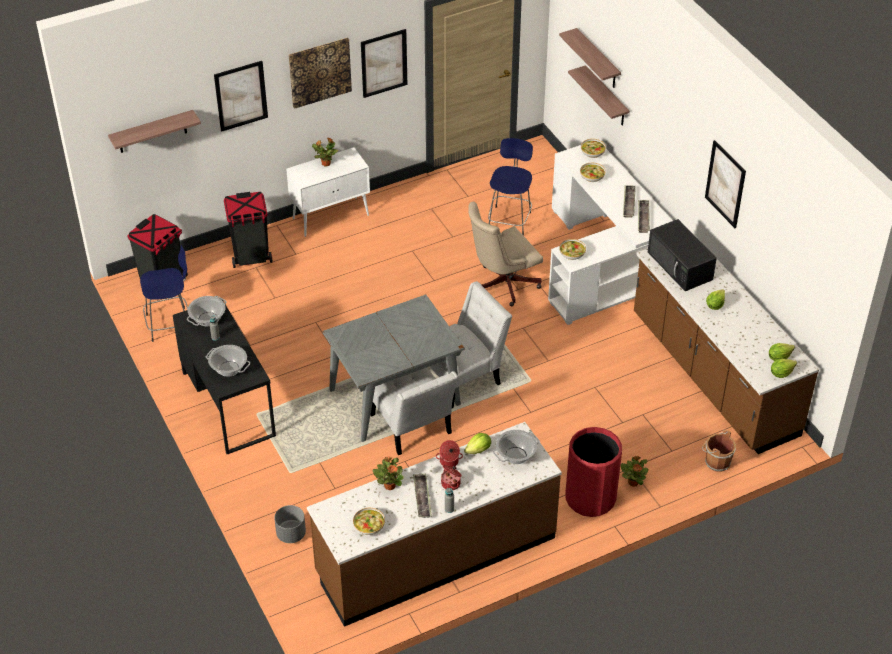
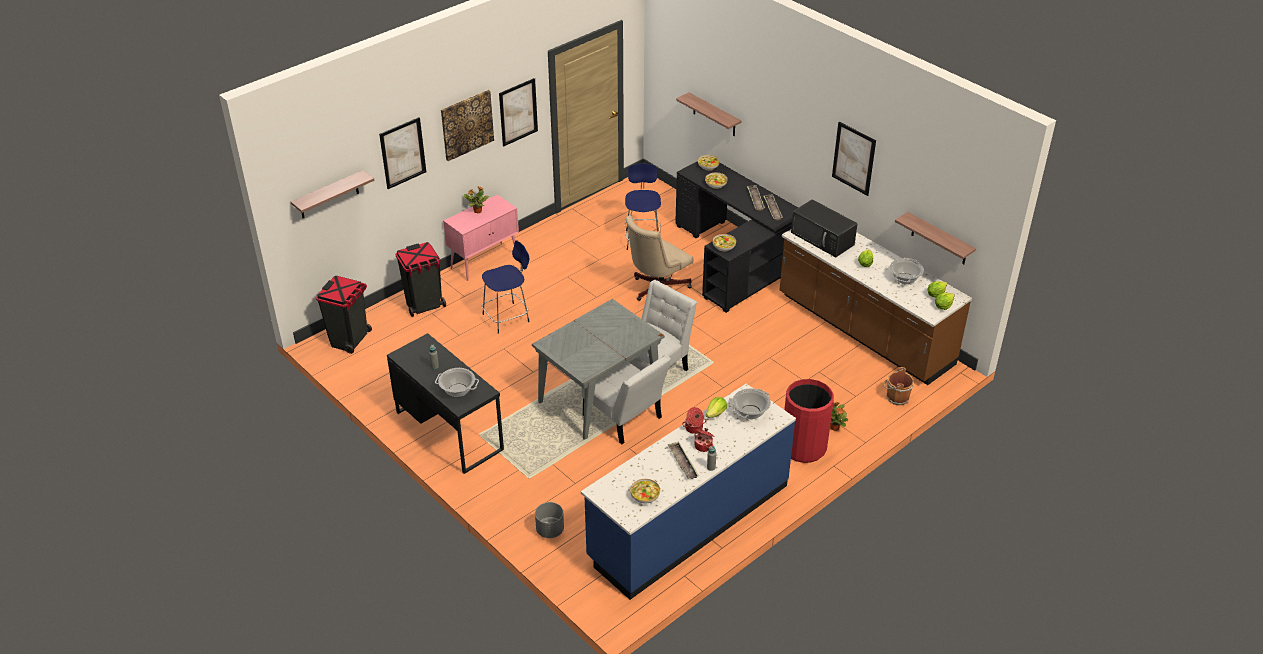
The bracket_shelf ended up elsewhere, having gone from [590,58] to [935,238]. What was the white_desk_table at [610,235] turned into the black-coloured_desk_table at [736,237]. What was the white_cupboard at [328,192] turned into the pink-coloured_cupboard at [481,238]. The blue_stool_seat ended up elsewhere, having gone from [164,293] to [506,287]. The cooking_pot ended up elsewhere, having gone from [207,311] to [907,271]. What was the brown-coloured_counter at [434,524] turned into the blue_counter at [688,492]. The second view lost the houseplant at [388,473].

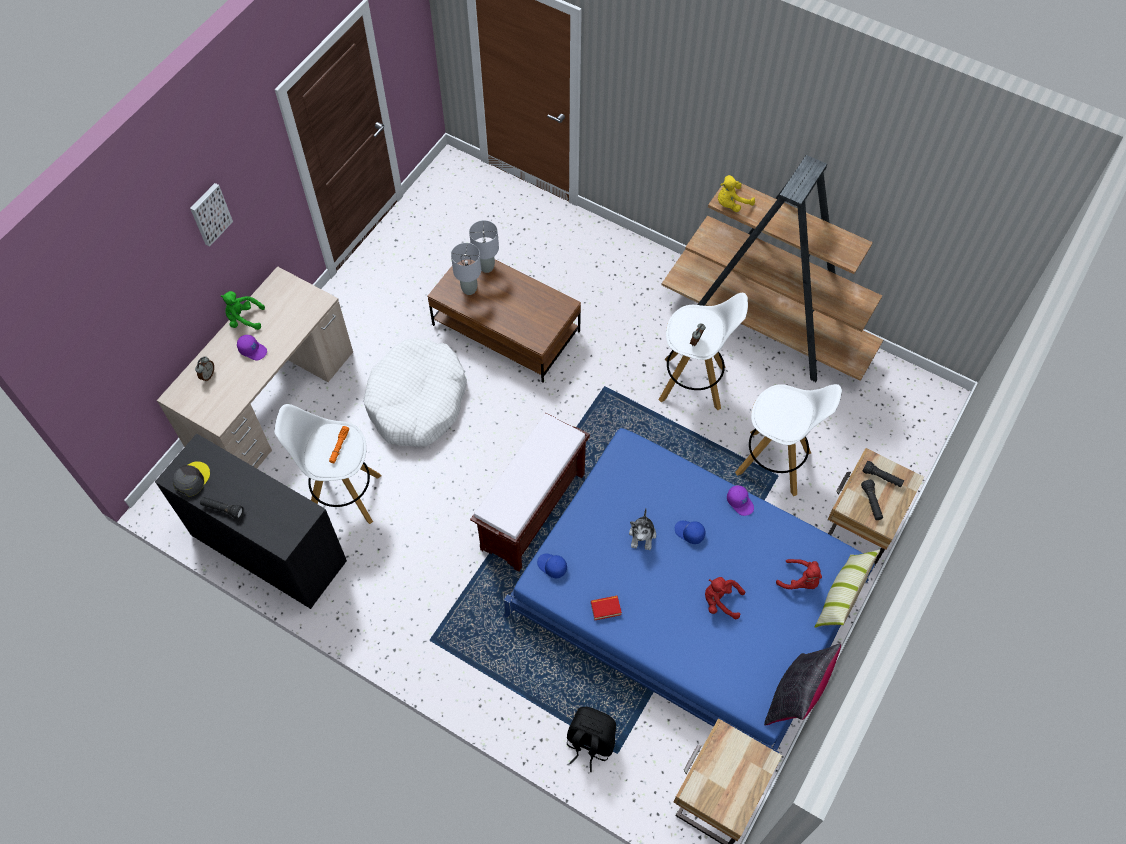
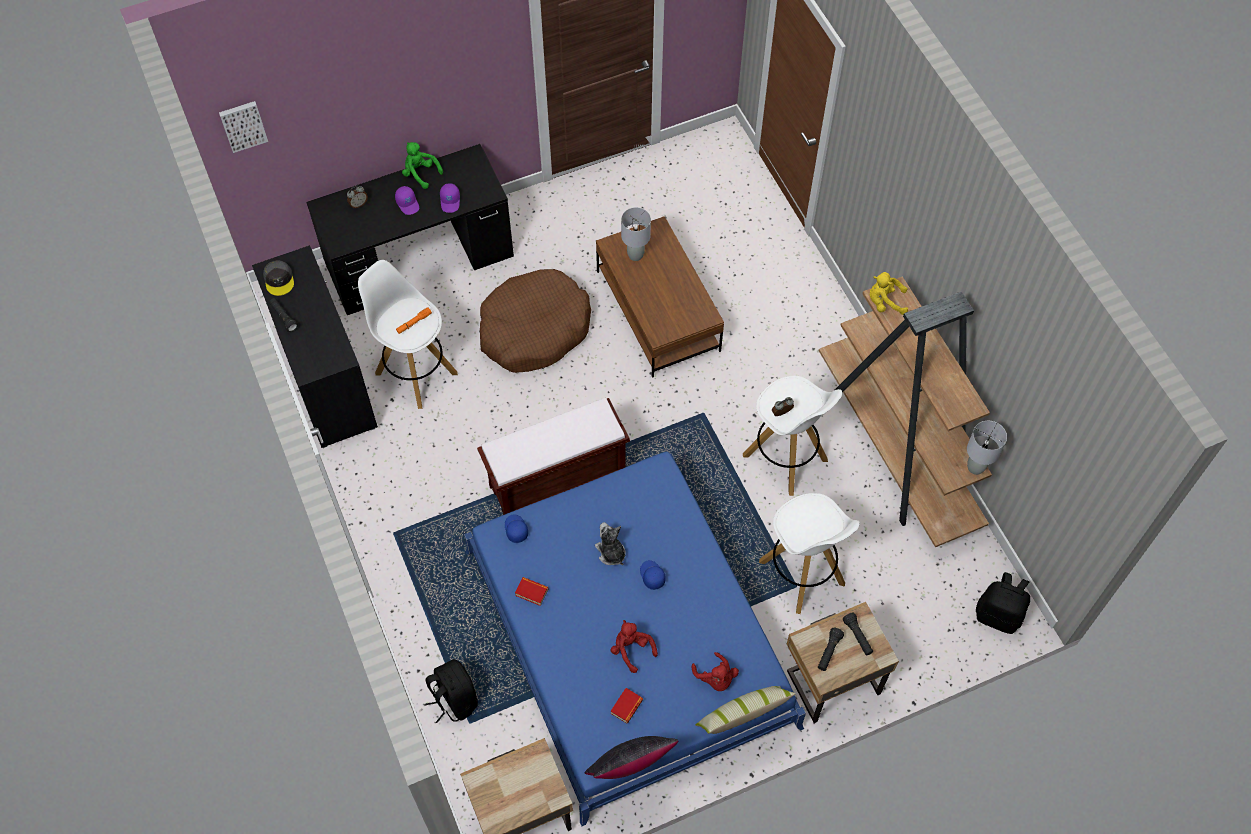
The wall_art ended up elsewhere, having gone from [211,215] to [243,127]. The gray_lamp_for_a_table ended up elsewhere, having gone from [484,246] to [987,448]. What was the beige-coloured_desk_table at [255,367] turned into the black-coloured_desk_table at [410,229]. What was the white_dog_bed at [415,393] turned into the brown-coloured_dog_bed at [535,321]. The gray_cap at [191,479] ended up facing another way, 105 degrees clockwise from before. The purple-coloured_cap ended up elsewhere, having gone from [740,500] to [450,198]. The plush_toy at [642,529] ended up facing another way, 105 degrees clockwise from before. The second view gained the black-coloured_knapsack at [1003,603]. The second view gained the bound_book at [627,706].

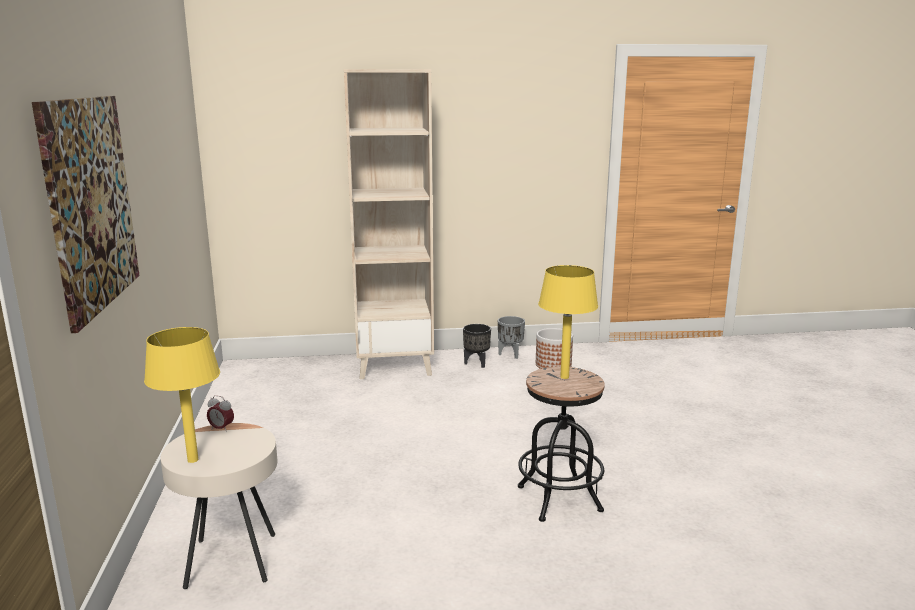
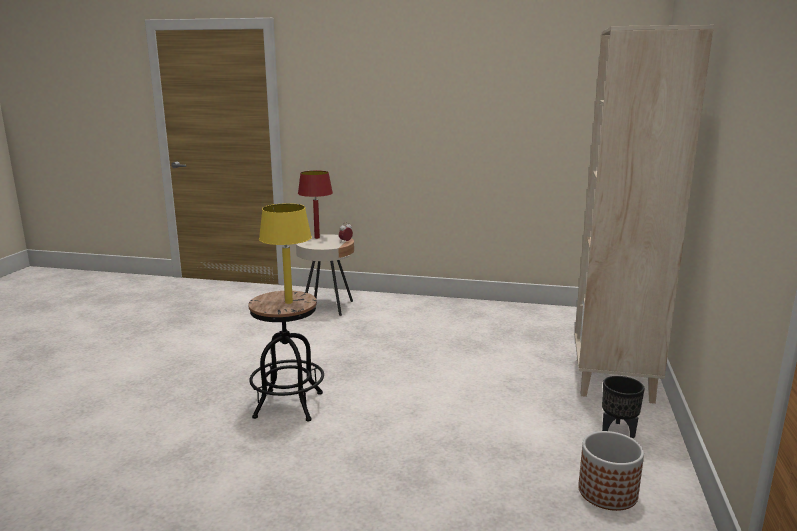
The second view lost the wall_art at [86,214]. The second view lost the gray_flower_pot at [511,337]. What was the yellowish_lamp_for_a_table at [182,395] turned into the reddish_lamp_for_a_table at [315,205].

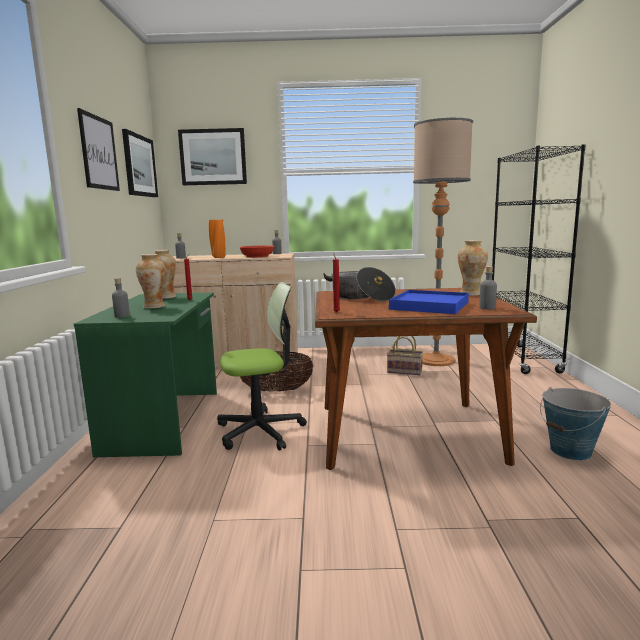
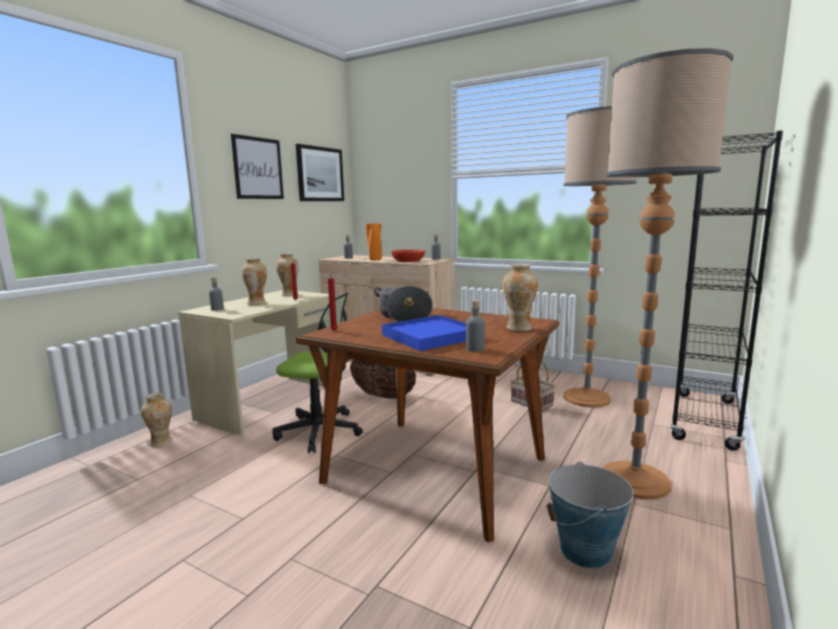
The second view lost the wall_art at [212,156]. What was the greenish_desk_table at [145,374] turned into the beige-coloured_desk_table at [253,363]. The second view gained the standing_lamp at [667,274]. The second view gained the vase at [157,420].

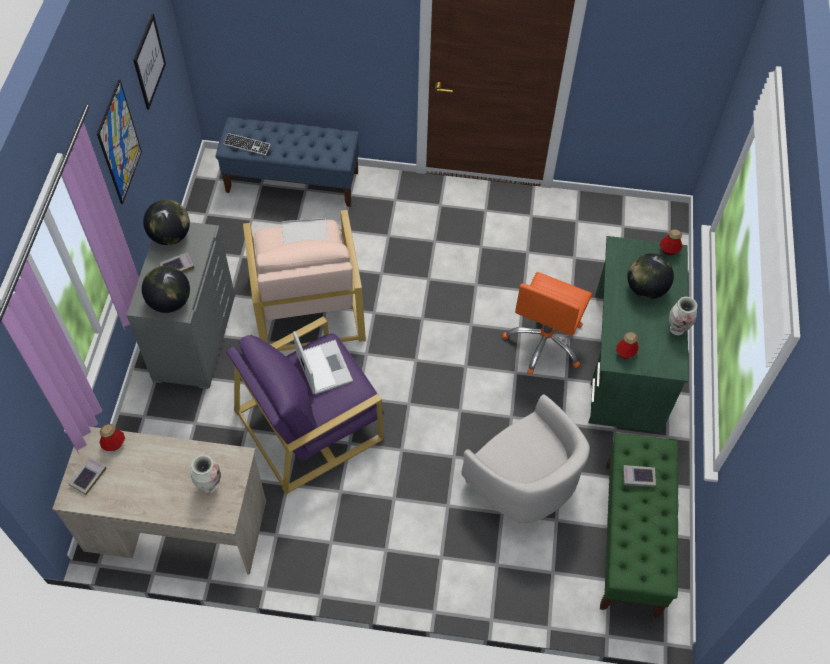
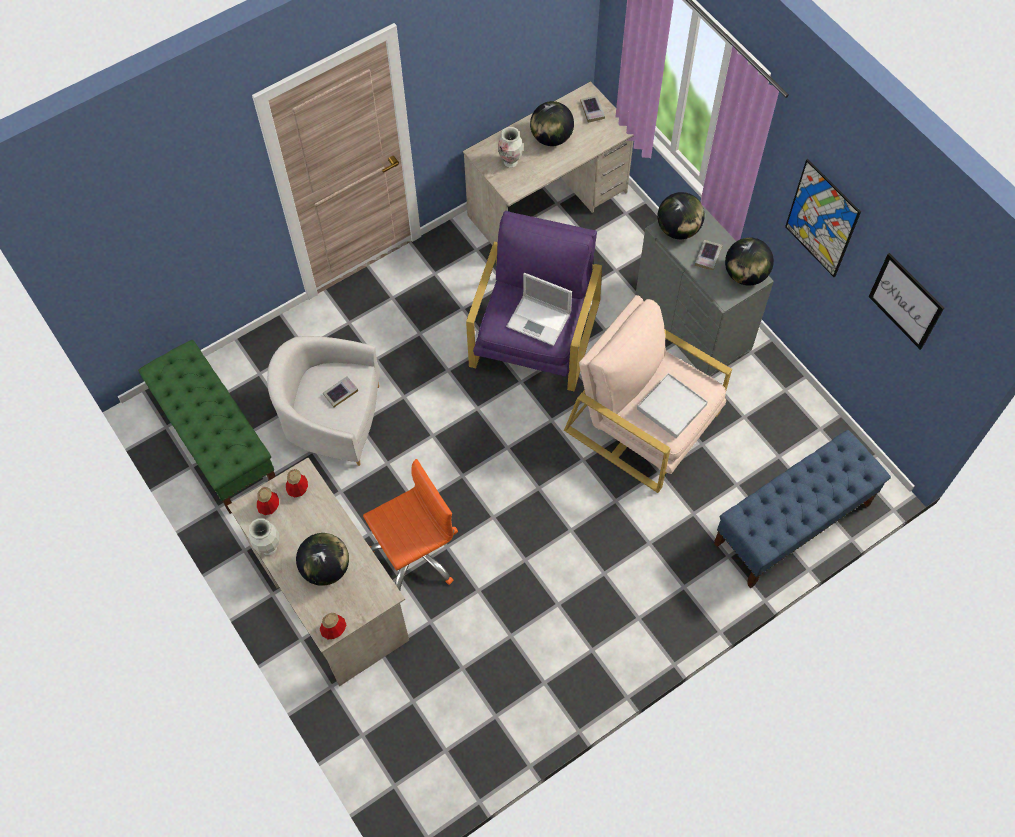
The second view lost the PC_keyboard at [247,144]. What was the greenish_desk_table at [638,334] turned into the beige-coloured_desk_table at [318,572]. The orangey_desk_chair at [547,323] ended up facing another way, 75 degrees clockwise from before. The bottle ended up elsewhere, having gone from [112,437] to [268,501]. The bound_book ended up elsewhere, having gone from [639,476] to [340,392]. The second view gained the globe at [552,123].

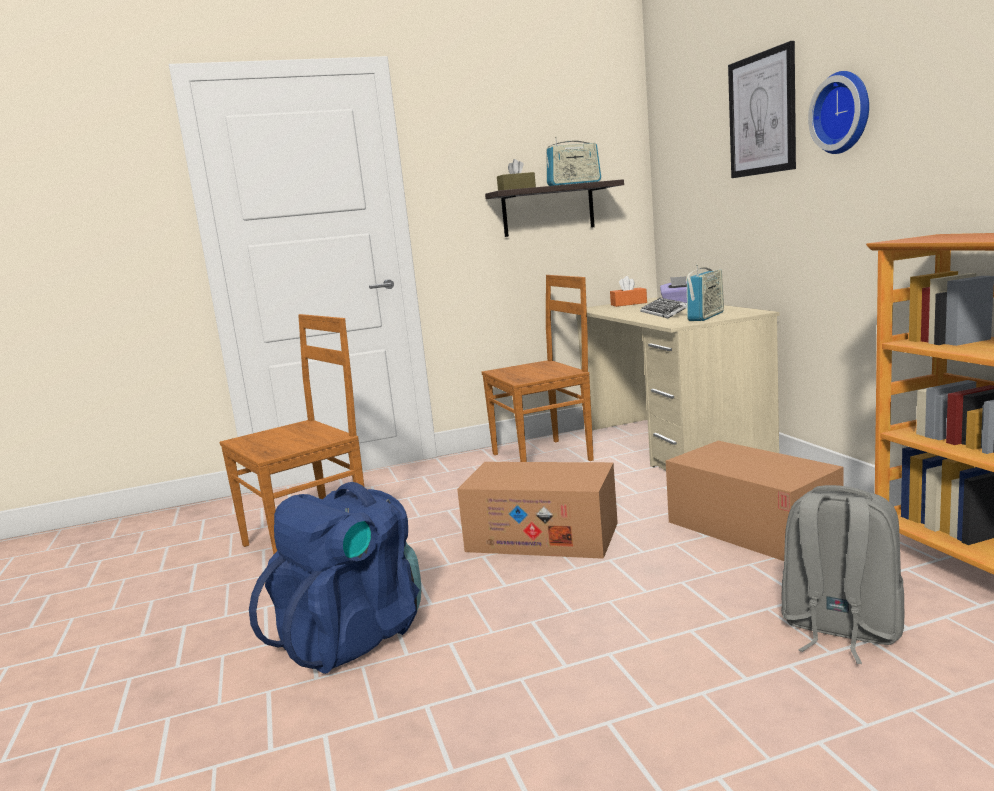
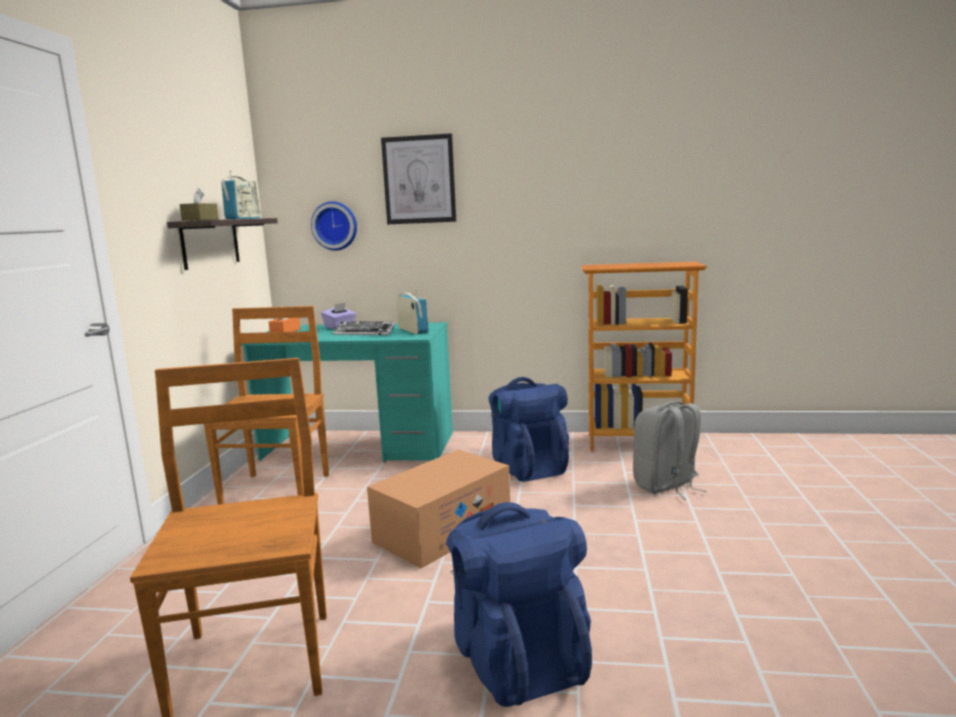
The hanging_clock ended up elsewhere, having gone from [838,112] to [334,226]. What was the beige-coloured_desk_table at [678,383] turned into the blue-green_desk_table at [347,392]. Where the carton stood at [755,501], the blue_knapsack came to stand at [528,429].

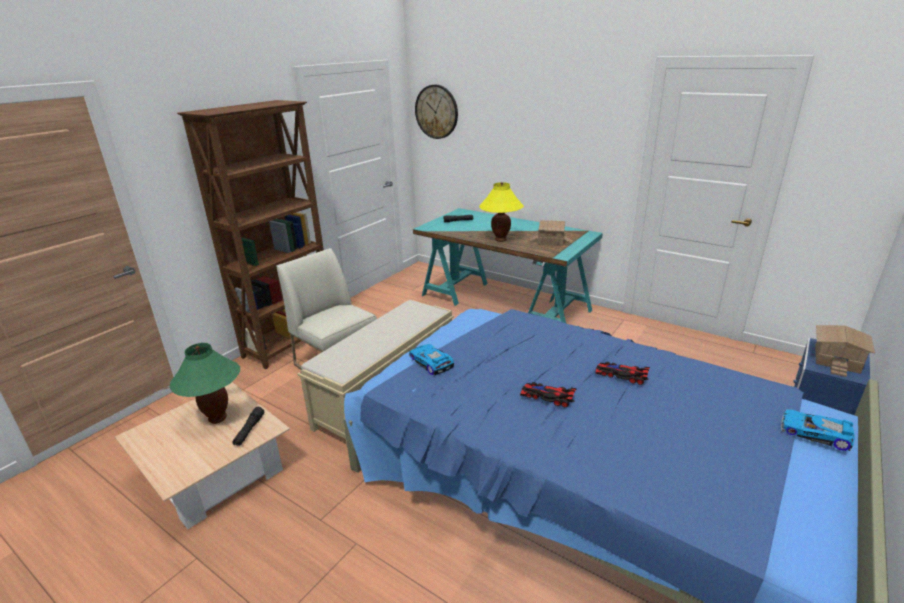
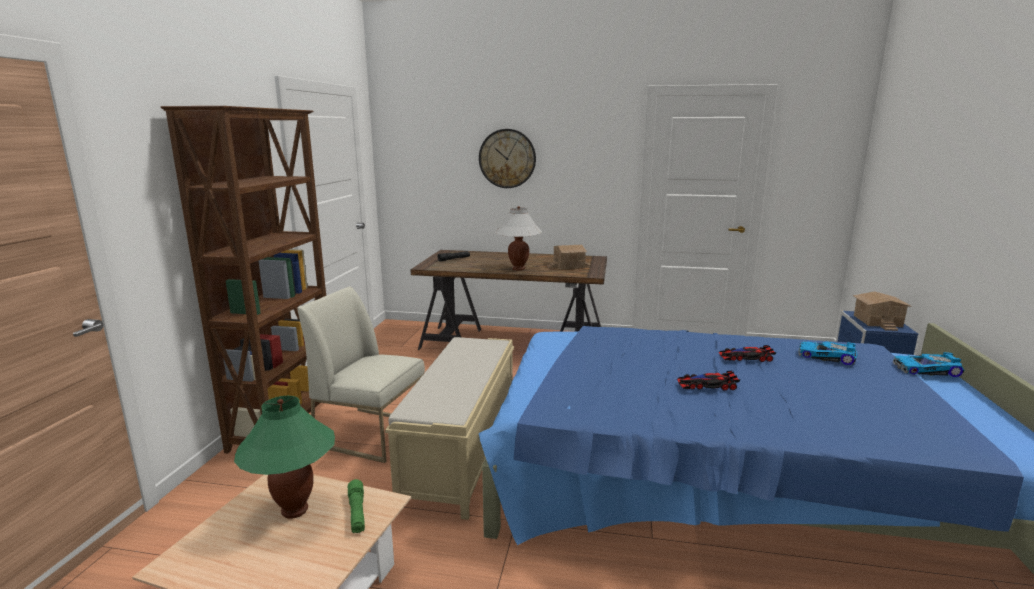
The hanging_clock ended up elsewhere, having gone from [436,112] to [507,158]. What was the yellowish_lamp_for_a_table at [501,212] turned into the white_lamp_for_a_table at [518,238]. What was the blue-green_desk_table at [508,265] turned into the brown-coloured_desk_table at [509,300]. The model_car ended up elsewhere, having gone from [431,359] to [828,353]. What was the black-coloured_torch at [248,426] turned into the greenish_torch at [356,506].

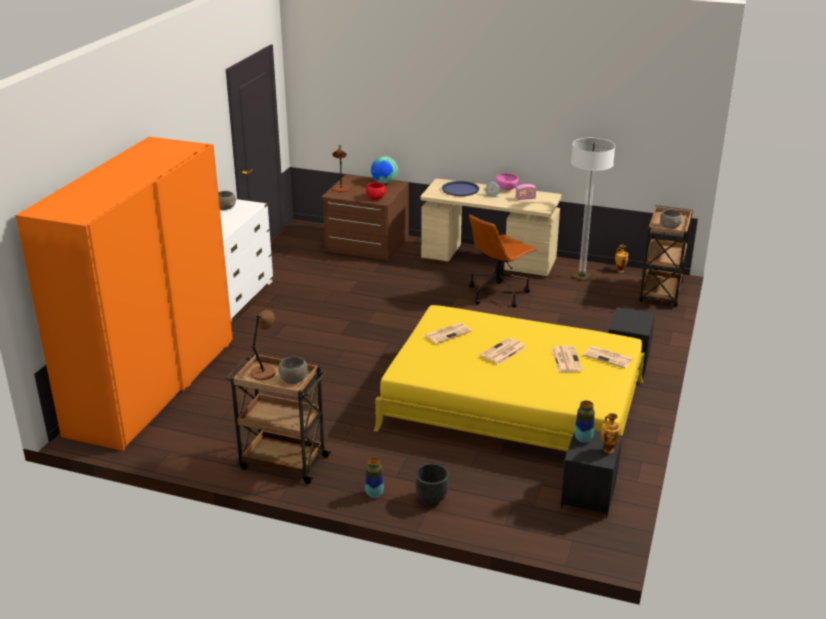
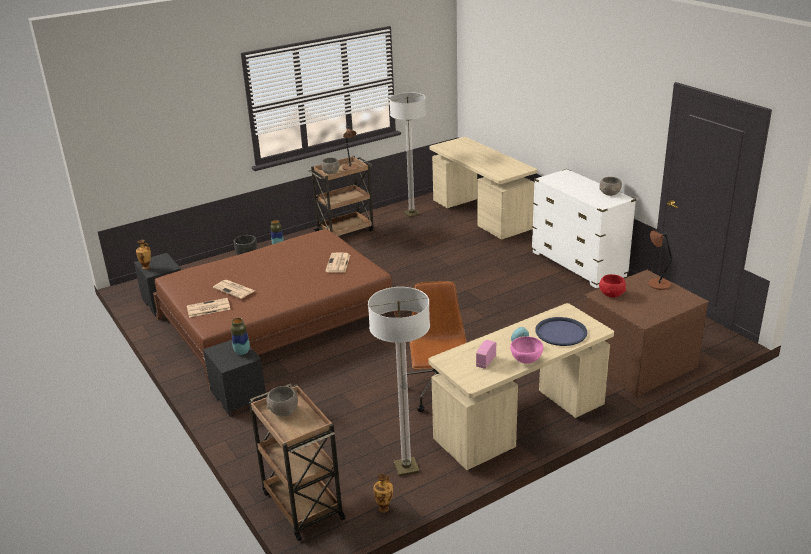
Where the orangey_wardrobe stood at [124,294], the beige-coloured_desk_table came to stand at [483,188]. The second view lost the globe at [384,170]. What was the yellowish_sleeping_bed at [509,392] turned into the brown-coloured_sleeping_bed at [275,309]. The second view lost the newspaper at [503,351]. The vase ended up elsewhere, having gone from [585,422] to [240,336]. The second view gained the standing_lamp at [407,154].

